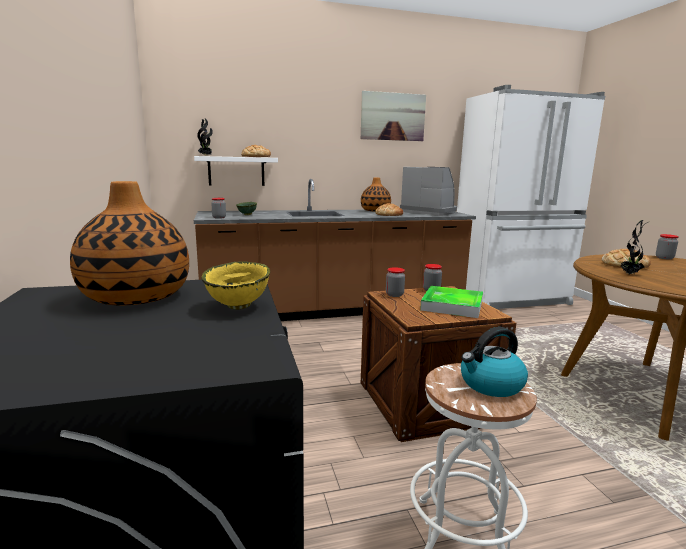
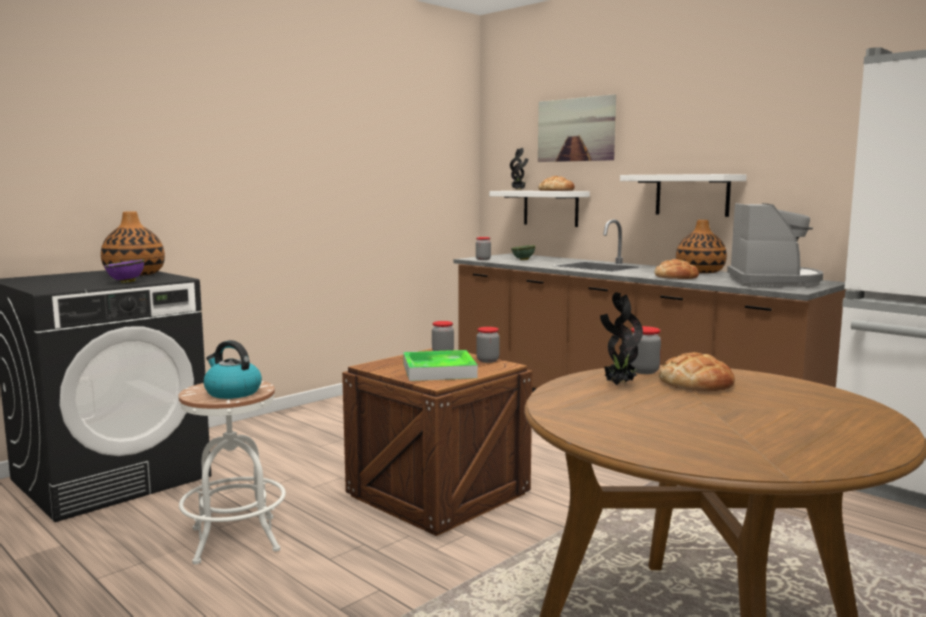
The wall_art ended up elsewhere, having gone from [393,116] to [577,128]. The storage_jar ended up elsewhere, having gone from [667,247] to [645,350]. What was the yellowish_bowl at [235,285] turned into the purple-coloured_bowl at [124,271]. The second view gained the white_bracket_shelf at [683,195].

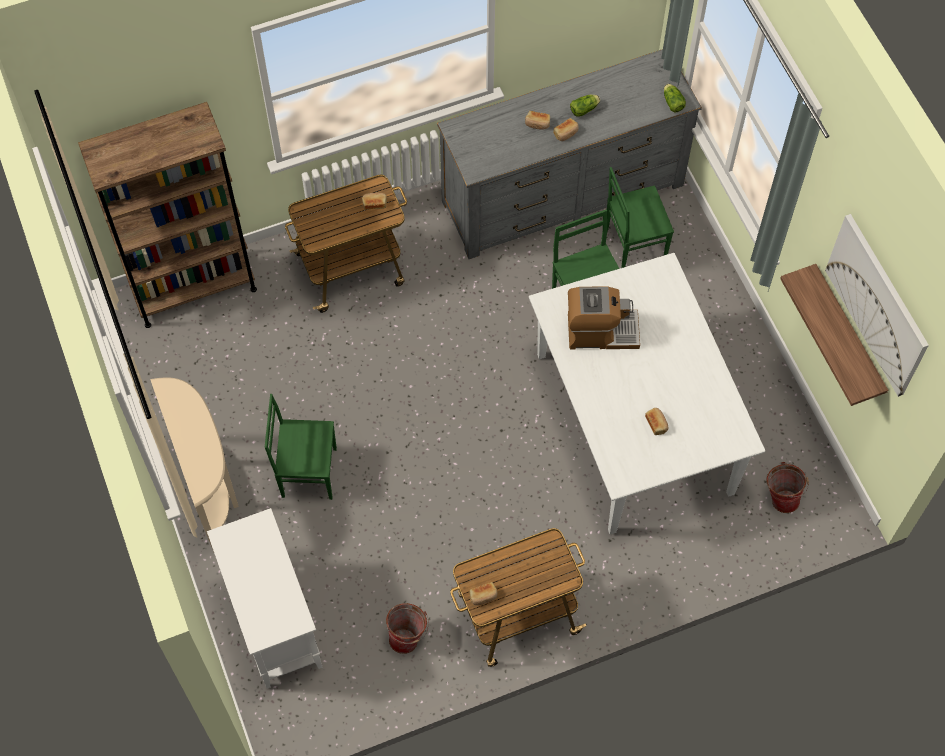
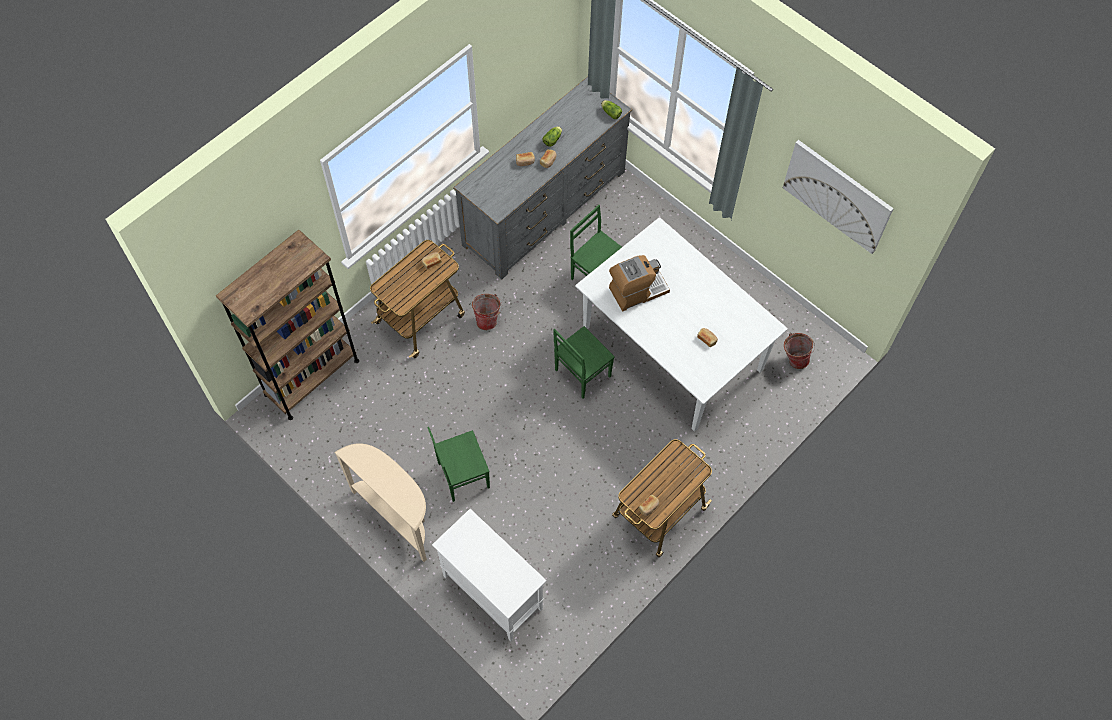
The greenish_plain_chair ended up elsewhere, having gone from [640,217] to [584,362]. The second view lost the bracket_shelf at [834,335]. The bucket ended up elsewhere, having gone from [407,628] to [487,312].

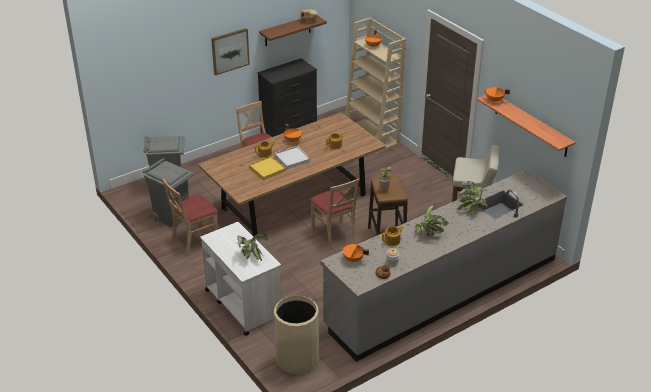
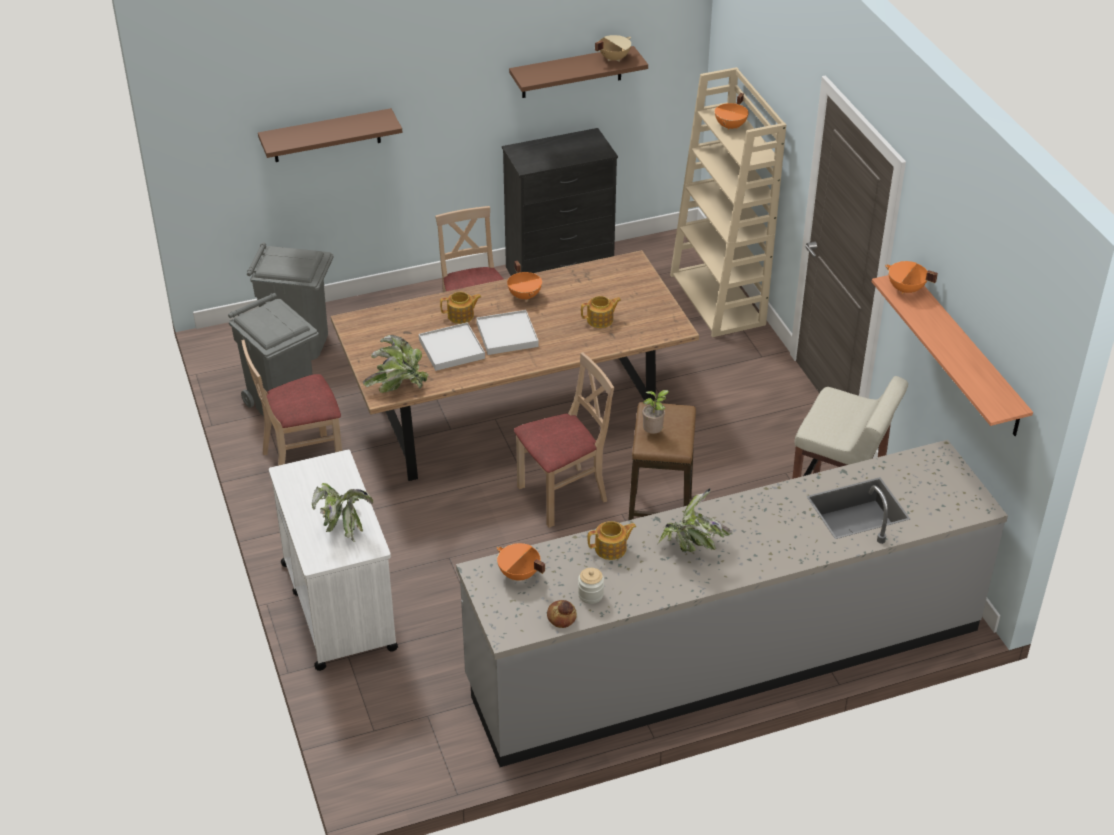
The second view lost the wall_art at [230,51]. What was the yellowish_tray at [267,168] turned into the white_tray at [452,346]. The beige-coloured_plain_chair at [334,214] ended up facing another way, 105 degrees counterclockwise from before. The houseplant ended up elsewhere, having gone from [472,197] to [396,364]. The second view lost the beige-coloured_waste_bin at [296,334]. The second view gained the brown-coloured_bracket_shelf at [330,135].

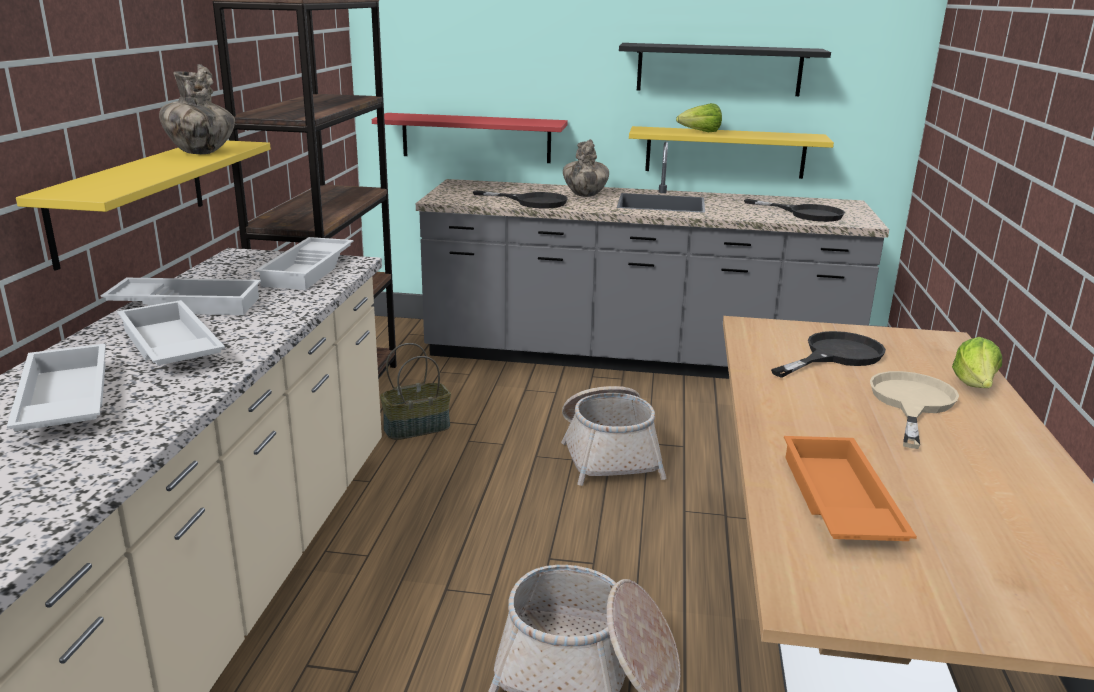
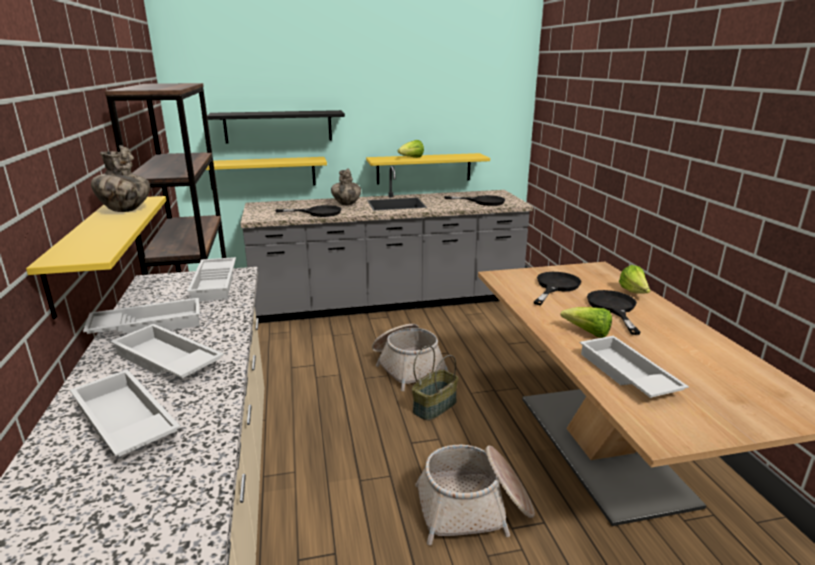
The black-coloured_bracket_shelf ended up elsewhere, having gone from [725,69] to [276,127]. What was the reddish_bracket_shelf at [470,138] turned into the yellowish_bracket_shelf at [266,173]. The basket ended up elsewhere, having gone from [415,391] to [435,383]. What was the beige-coloured_frying_pan at [914,410] turned into the black-coloured_frying_pan at [614,312]. What was the orangey_tray at [850,488] turned into the white_tray at [634,367]. The second view gained the head_of_lettuce at [586,322].

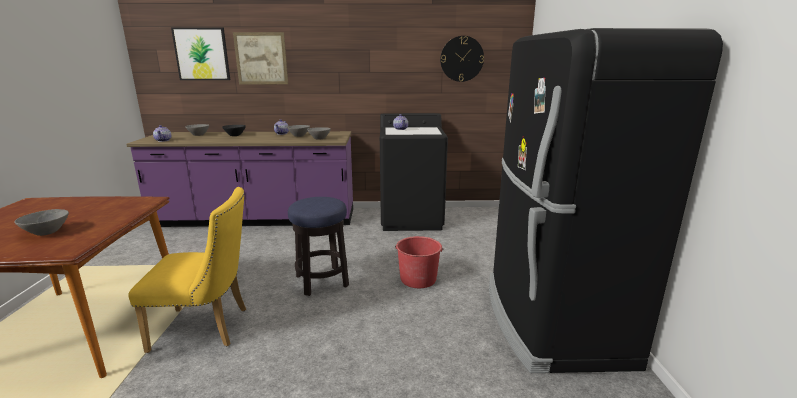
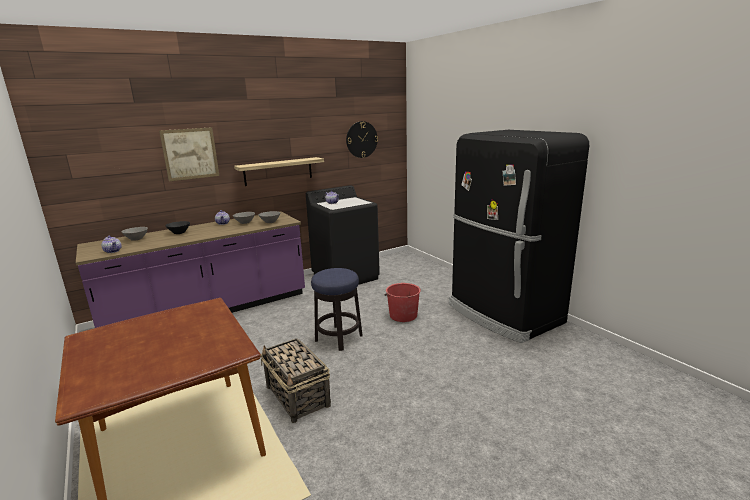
The second view lost the wall_art at [200,53]. Where the yellowish_plain_chair stood at [187,270], the basket came to stand at [295,380]. The second view lost the gray_bowl at [41,222]. The second view gained the bracket_shelf at [279,171].

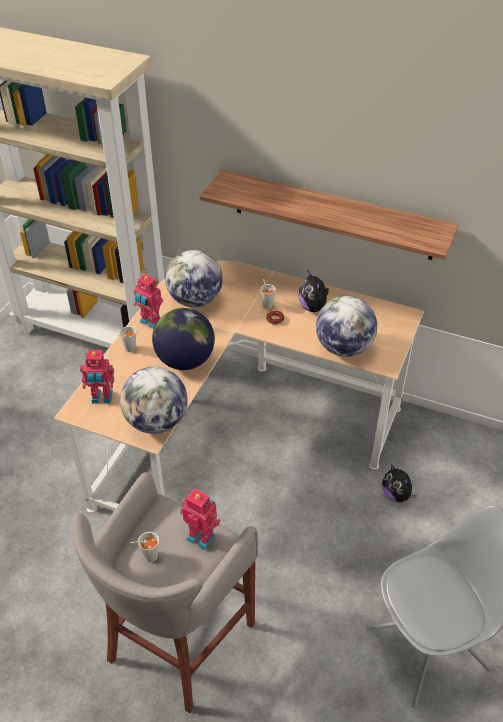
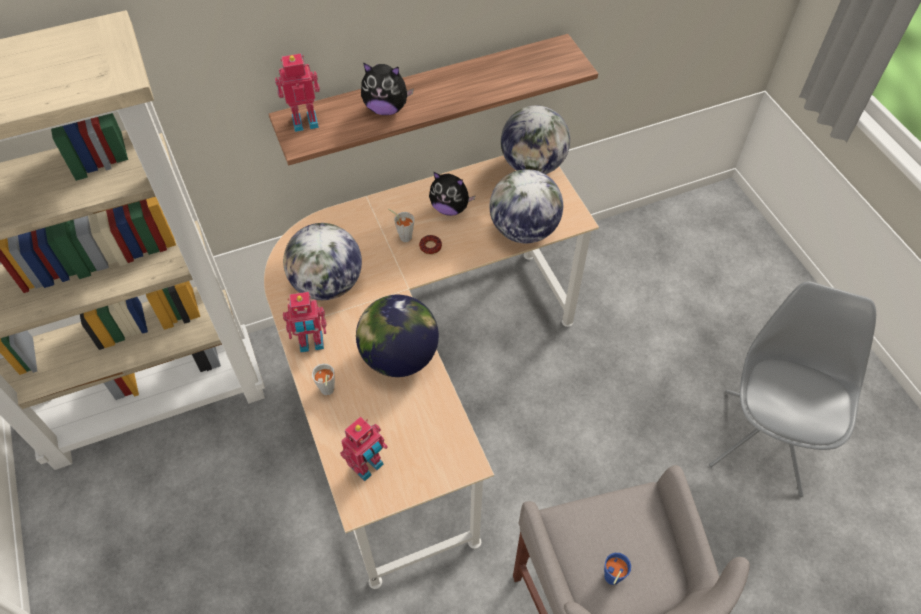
The globe ended up elsewhere, having gone from [154,400] to [535,140]. The plush_toy ended up elsewhere, having gone from [399,483] to [387,89]. The toy_robot ended up elsewhere, having gone from [200,519] to [297,93]. What was the gray_cup at [145,547] turned into the blue_cup at [617,569].

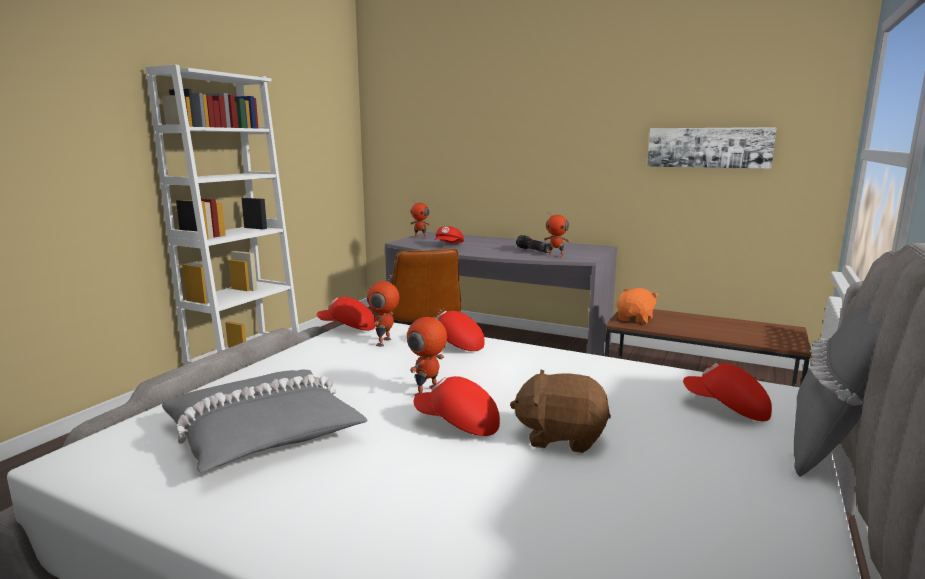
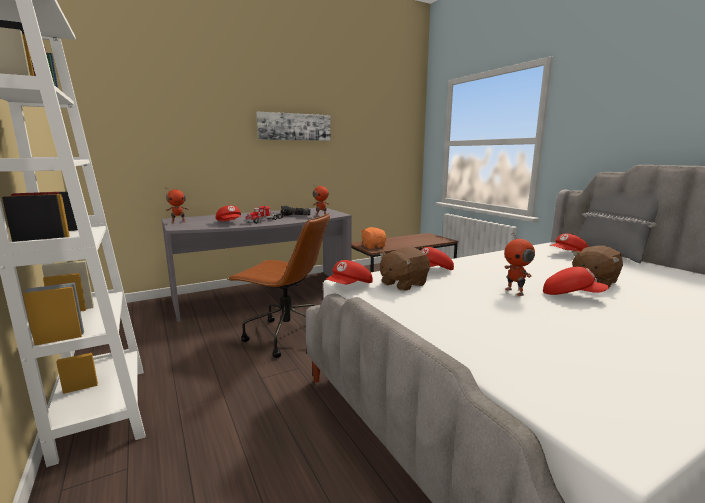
The wall_art ended up elsewhere, having gone from [712,148] to [293,126]. Where the toy_robot stood at [383,310], the brown-coloured_plush_toy came to stand at [405,269]. The second view lost the gray_pillow at [264,420]. The reddish_cap at [456,406] ended up facing another way, 120 degrees counterclockwise from before. The second view gained the toy_truck at [264,214].

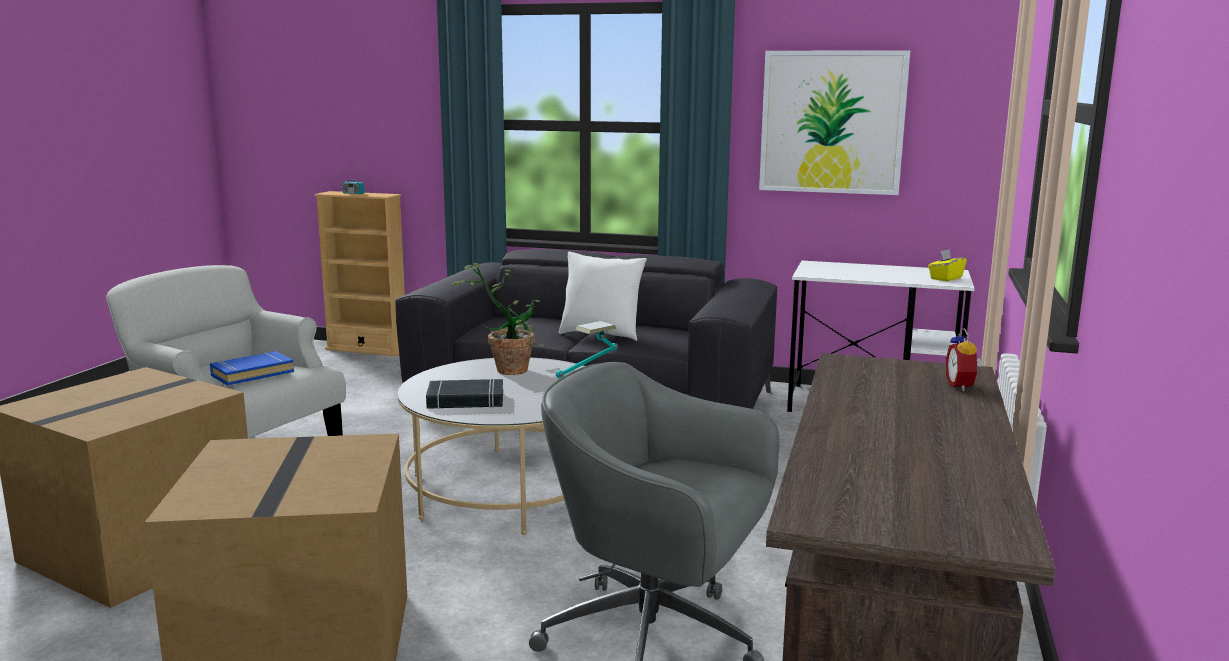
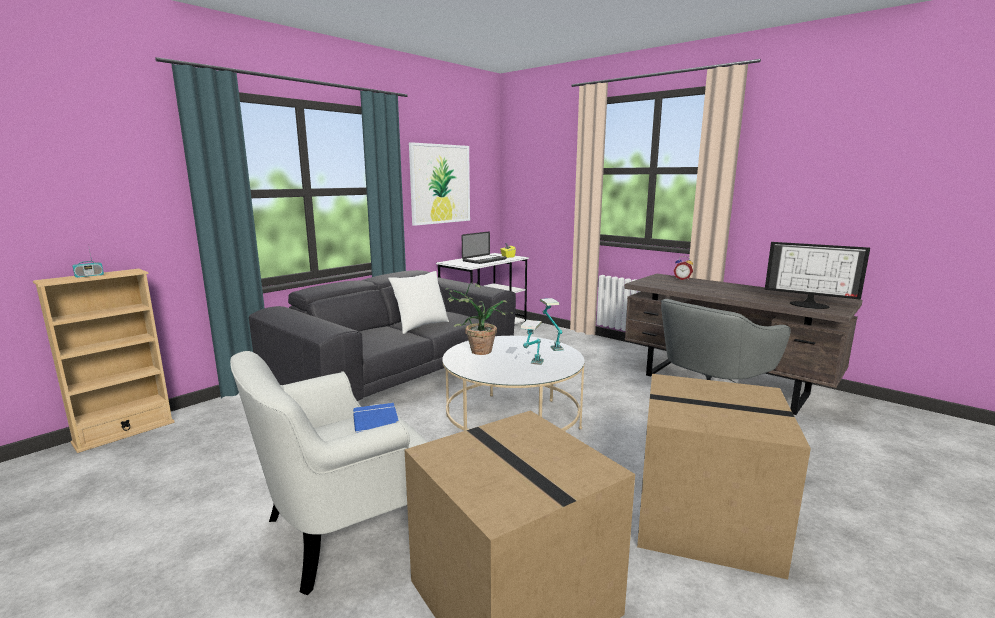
Where the black-coloured_bound_book stood at [464,394], the lamp_for_a_table came to stand at [532,342]. The second view gained the laptop at [484,247]. The second view gained the monitor at [817,275].

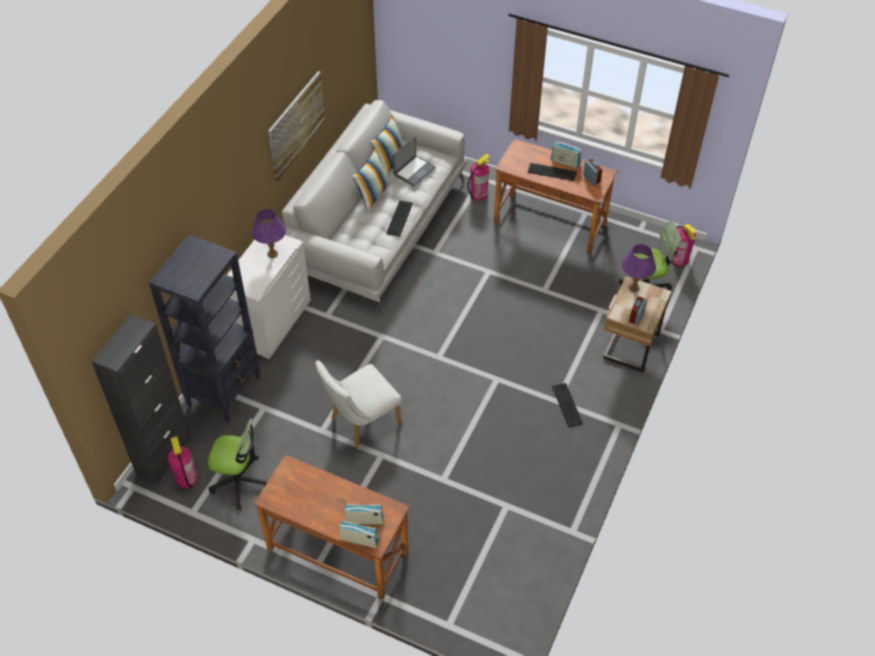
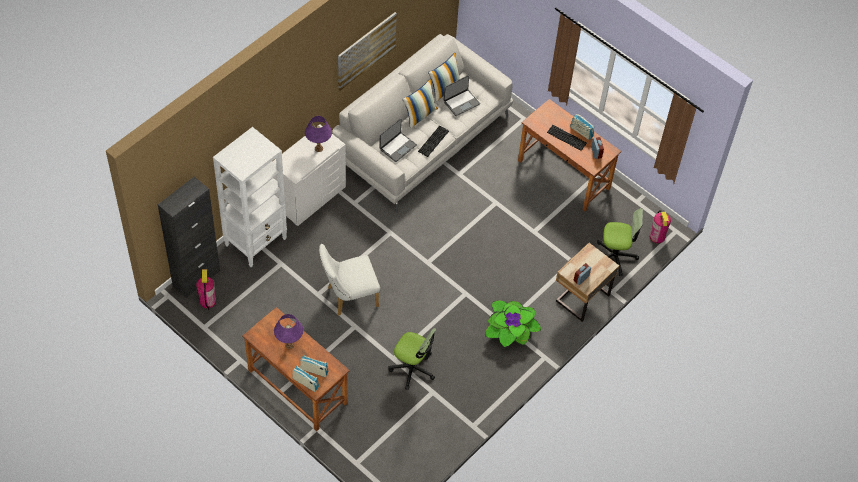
The second view lost the fire_extinguisher at [479,177]. What was the black-coloured_bookshelf at [204,329] turned into the white_bookshelf at [250,197]. The purple-coloured_lamp_for_a_table ended up elsewhere, having gone from [639,268] to [288,331]. Where the PC_keyboard stood at [567,405], the houseplant came to stand at [513,324]. The desk_chair ended up elsewhere, having gone from [237,463] to [412,359]. The second view gained the laptop at [398,140].

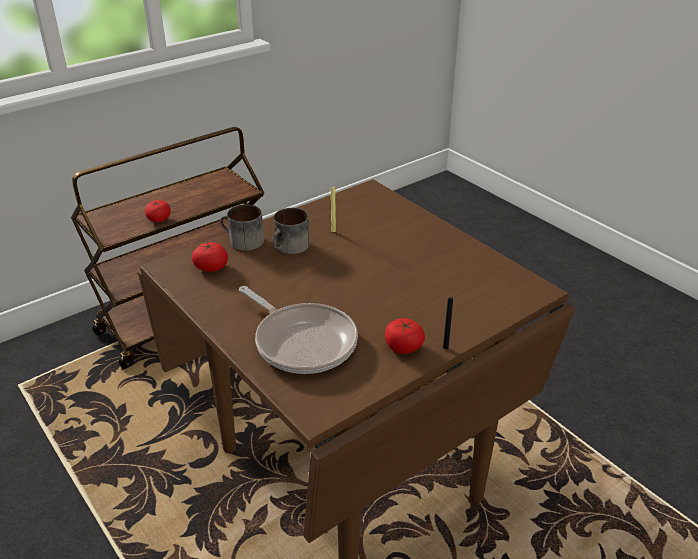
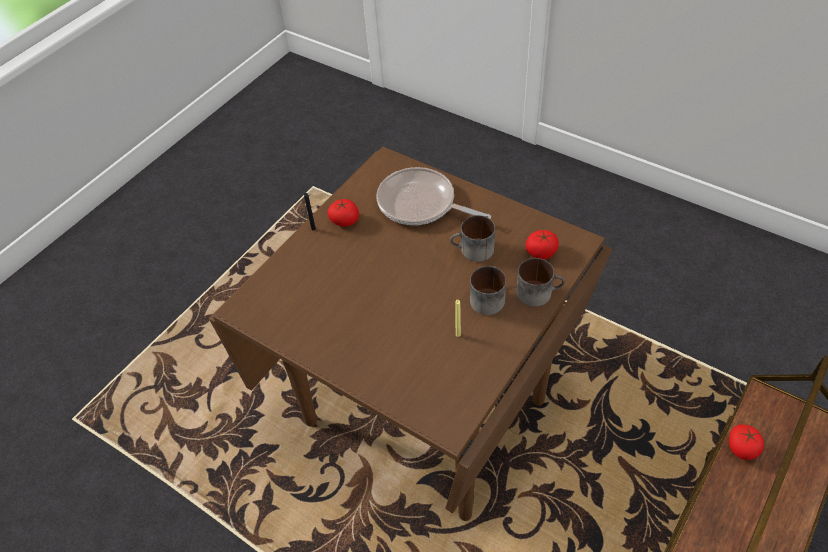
The second view gained the mug at [472,238].

